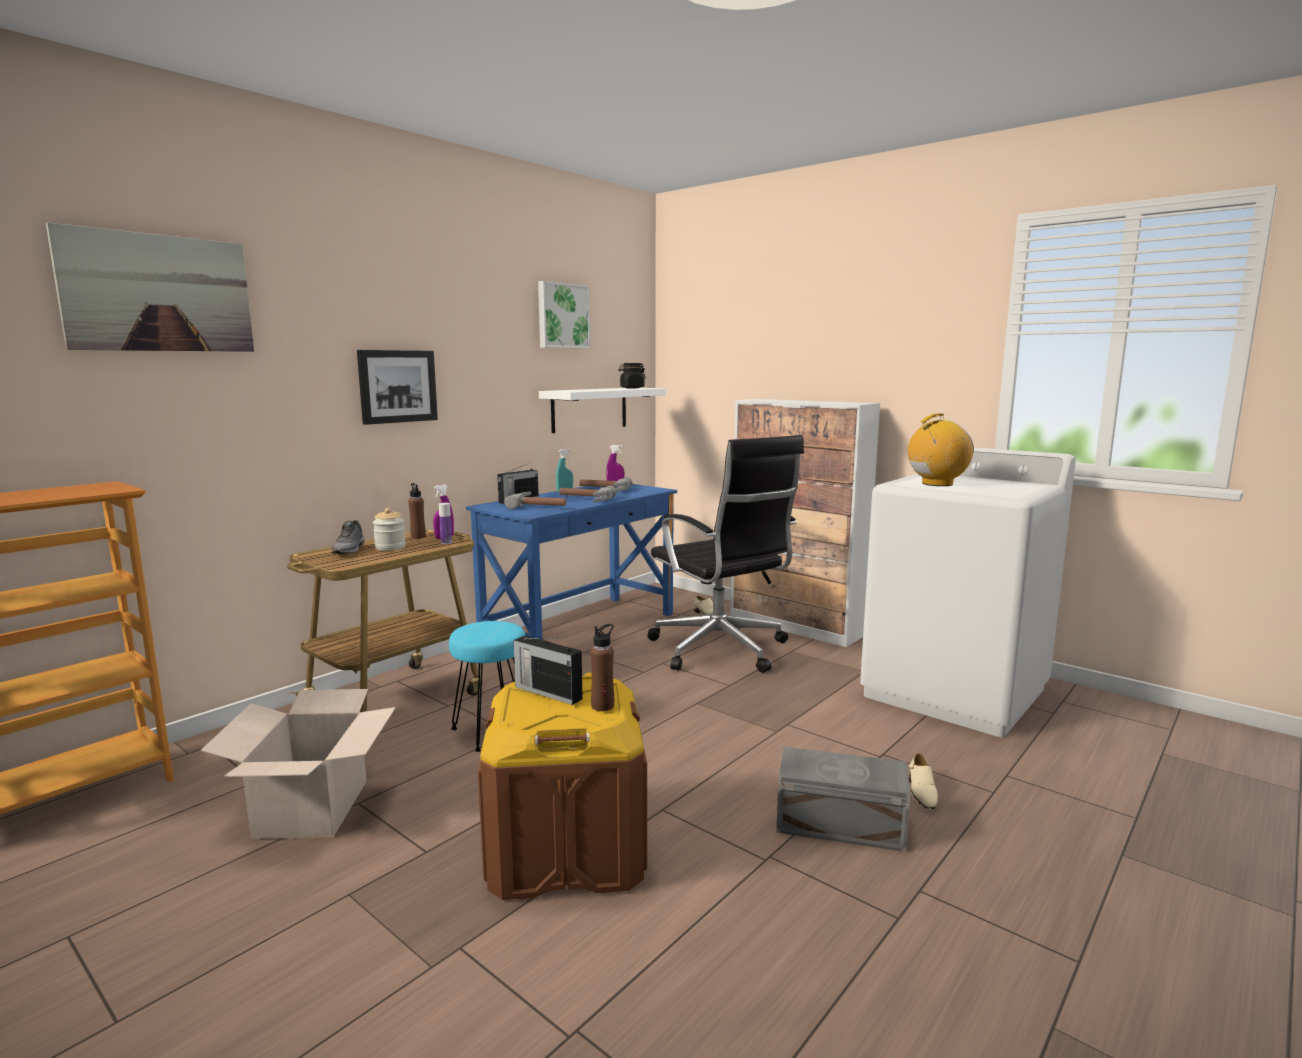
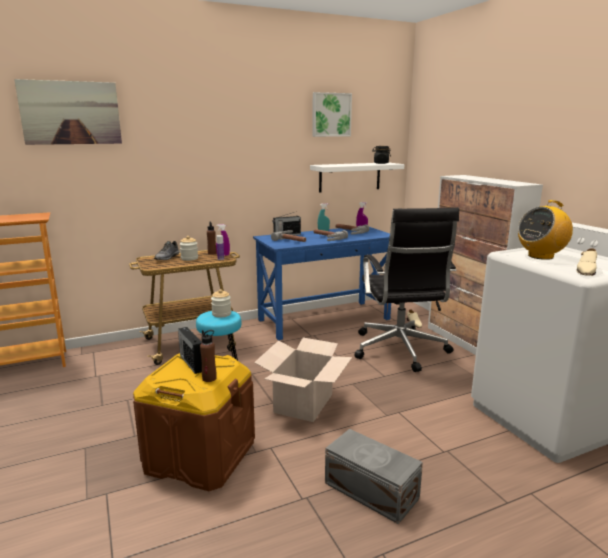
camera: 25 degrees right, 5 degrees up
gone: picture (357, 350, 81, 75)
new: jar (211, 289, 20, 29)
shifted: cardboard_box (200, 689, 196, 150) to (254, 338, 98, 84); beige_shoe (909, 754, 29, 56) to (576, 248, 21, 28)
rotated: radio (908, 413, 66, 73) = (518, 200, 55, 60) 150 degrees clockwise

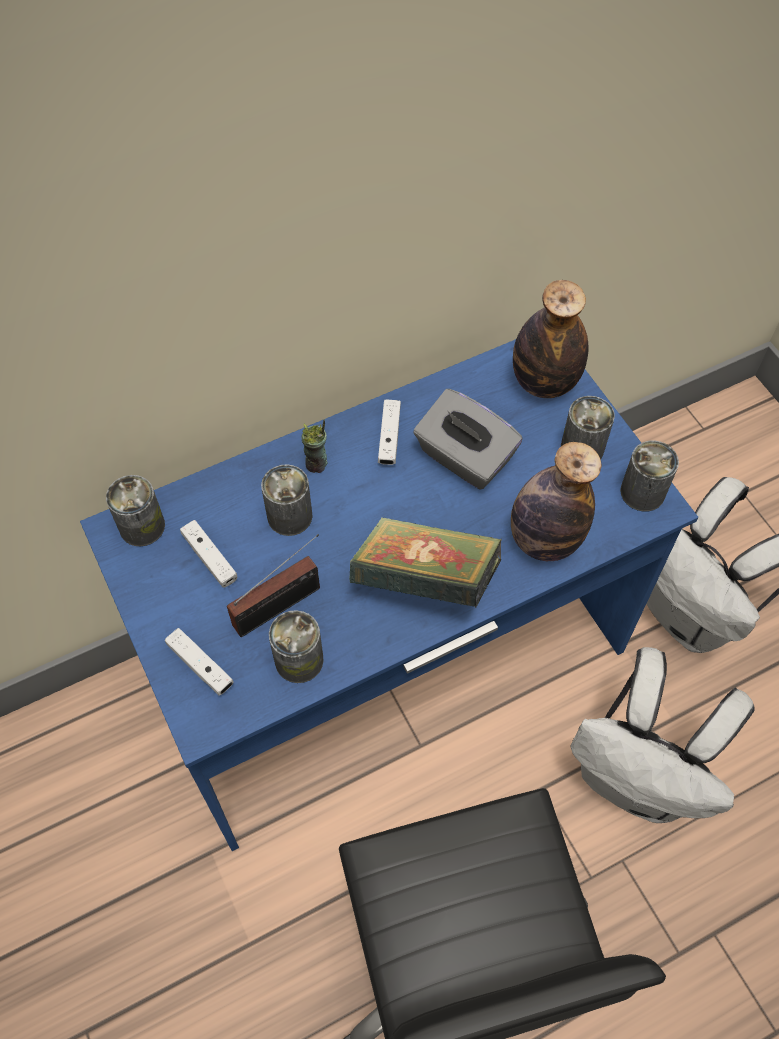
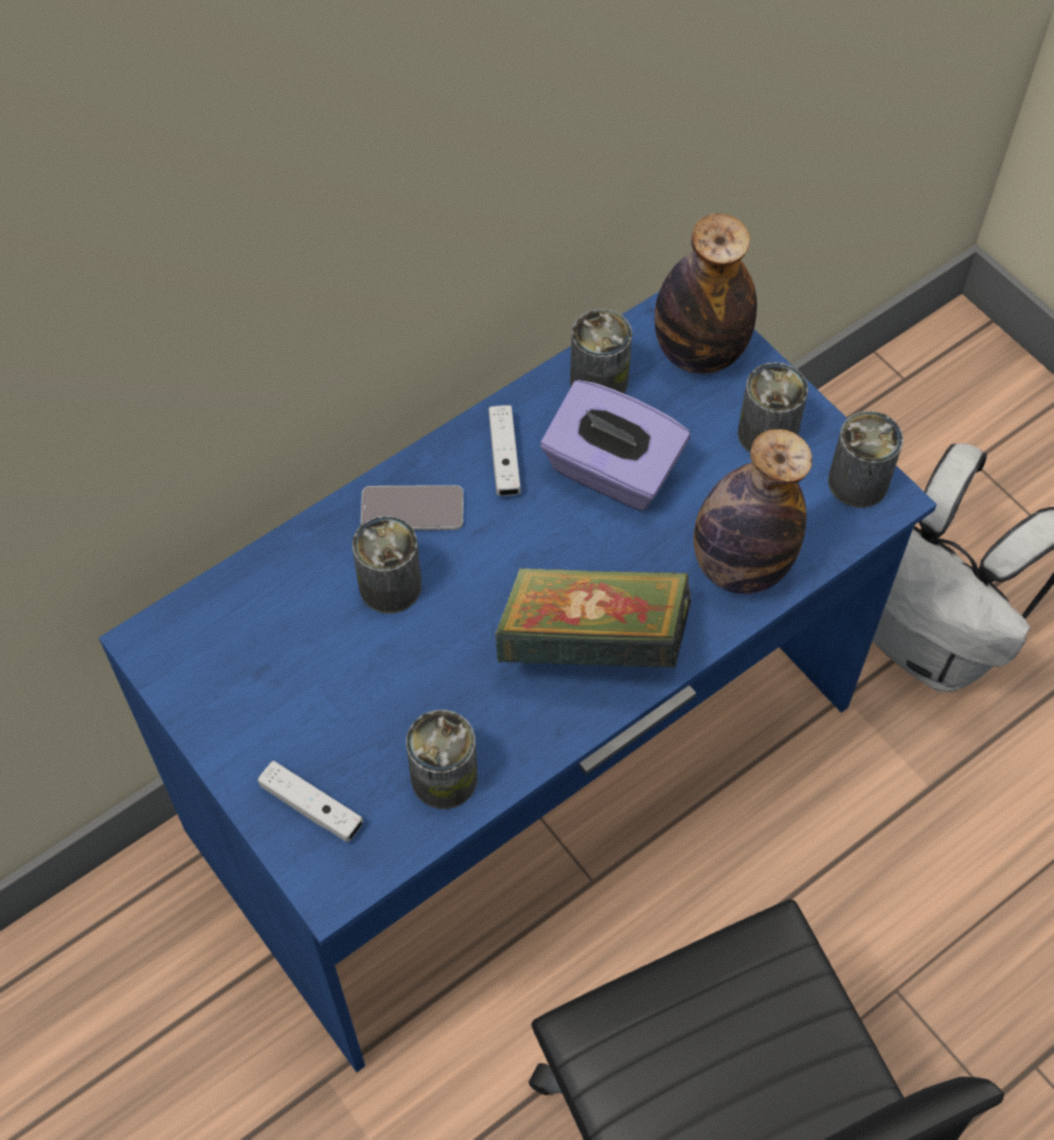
camera: 10 degrees left, 0 degrees up
gone: white_game_controller (180, 520, 57, 67); radio (227, 534, 93, 103); white_backpack (570, 647, 185, 176)
shifted: can (106, 475, 59, 71) to (570, 309, 62, 84)
swapped: cup (301, 419, 27, 54) to phone (361, 485, 103, 45)
repainted: grey_tissue_box (413, 389, 110, 101) to purple_tissue_box (541, 380, 149, 131)

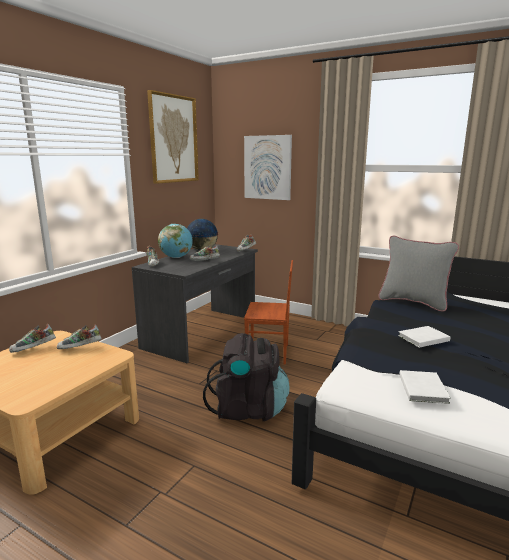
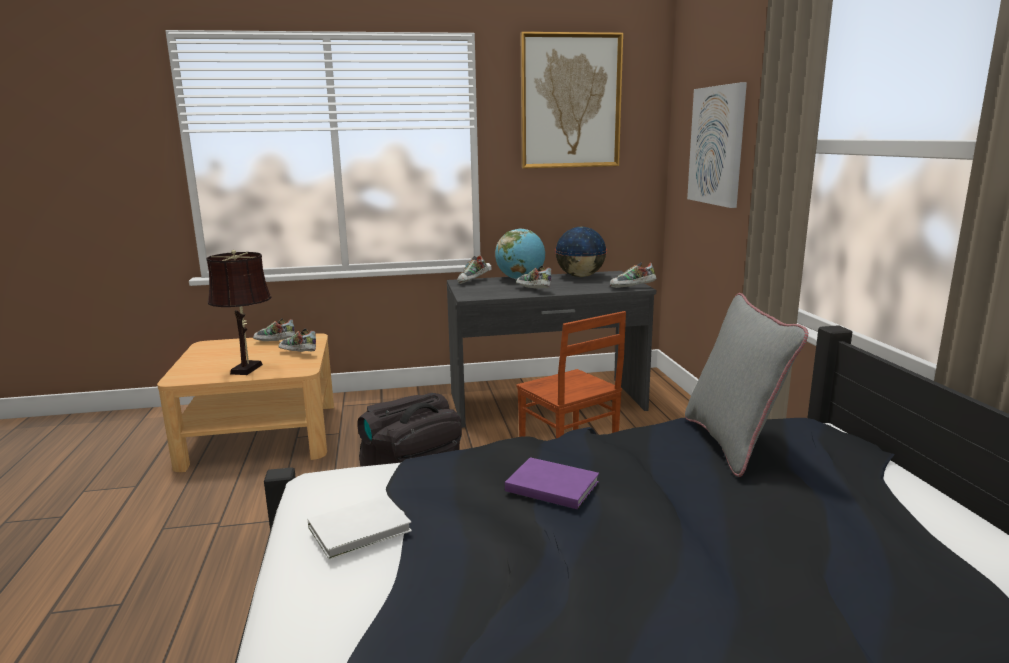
camera: 50 degrees right, 0 degrees up
new: brown_table_lamp (206, 250, 66, 125)
repainted: white_book (398, 326, 52, 22) to purple_book (505, 457, 94, 52)

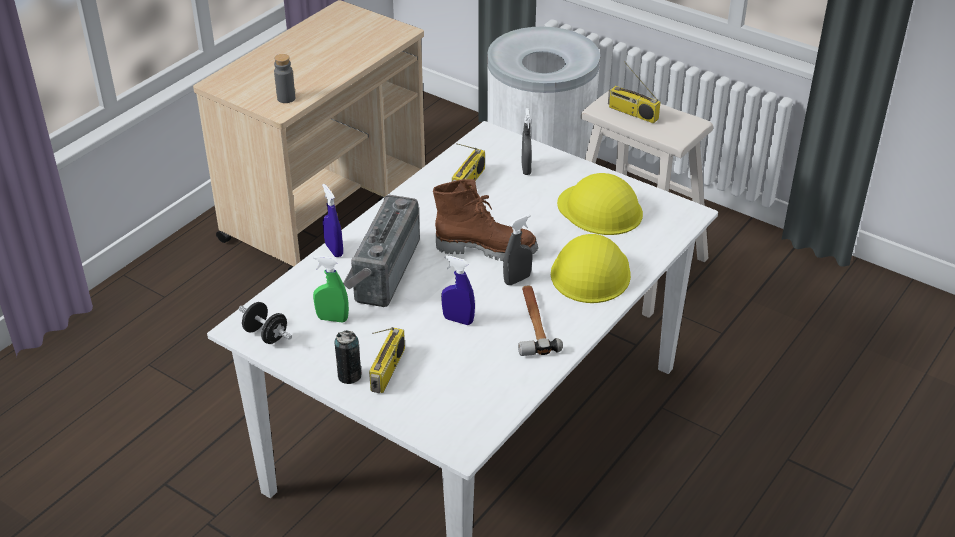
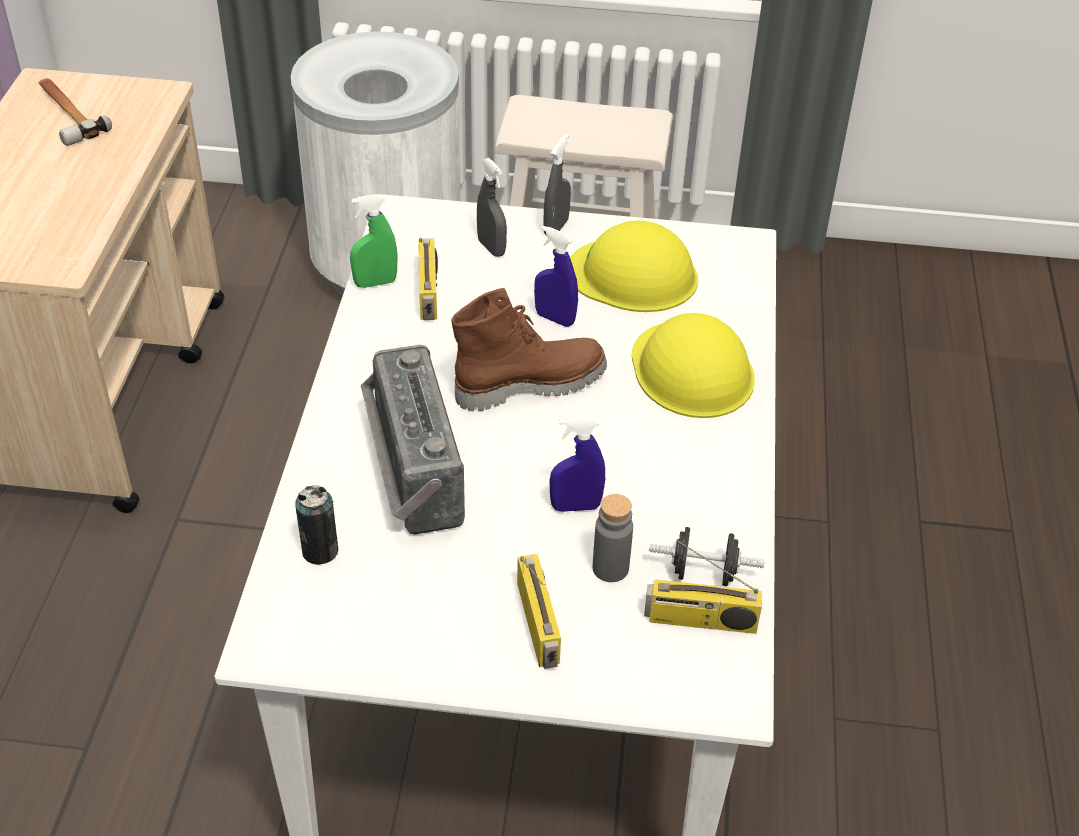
camera: 30 degrees left, 5 degrees up
shifted: black_dumbbell (239, 302, 53, 42) to (649, 527, 115, 59); grey_bottle (274, 54, 21, 49) to (593, 494, 40, 88); green_spray_bottle (313, 255, 36, 68) to (350, 194, 48, 94); blue_spray_bottle (322, 184, 21, 73) to (534, 226, 44, 101); can (334, 330, 27, 54) to (295, 485, 43, 80); grey_spray_bottle (503, 214, 29, 71) to (543, 134, 28, 102); hammer (518, 285, 45, 71) to (39, 78, 73, 68); radio (608, 61, 52, 62) to (644, 540, 118, 94)

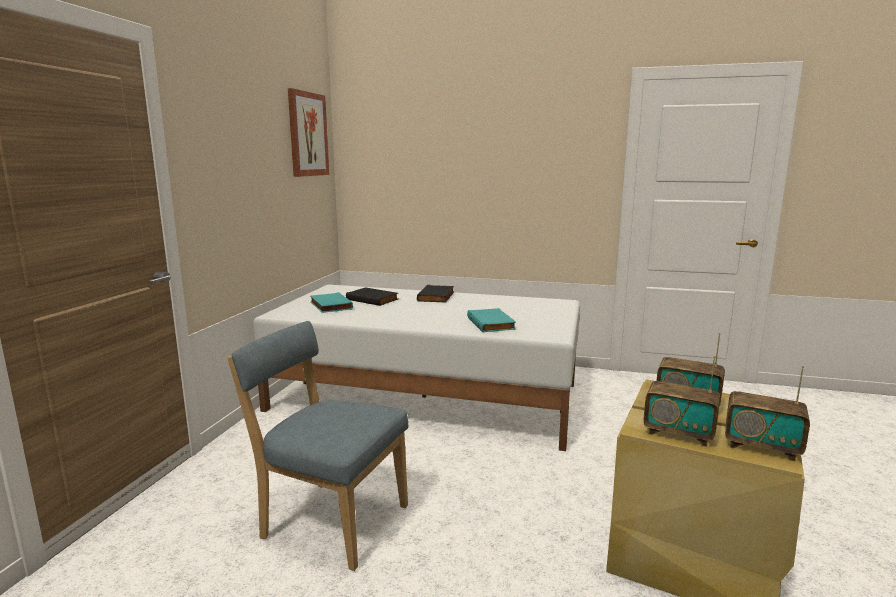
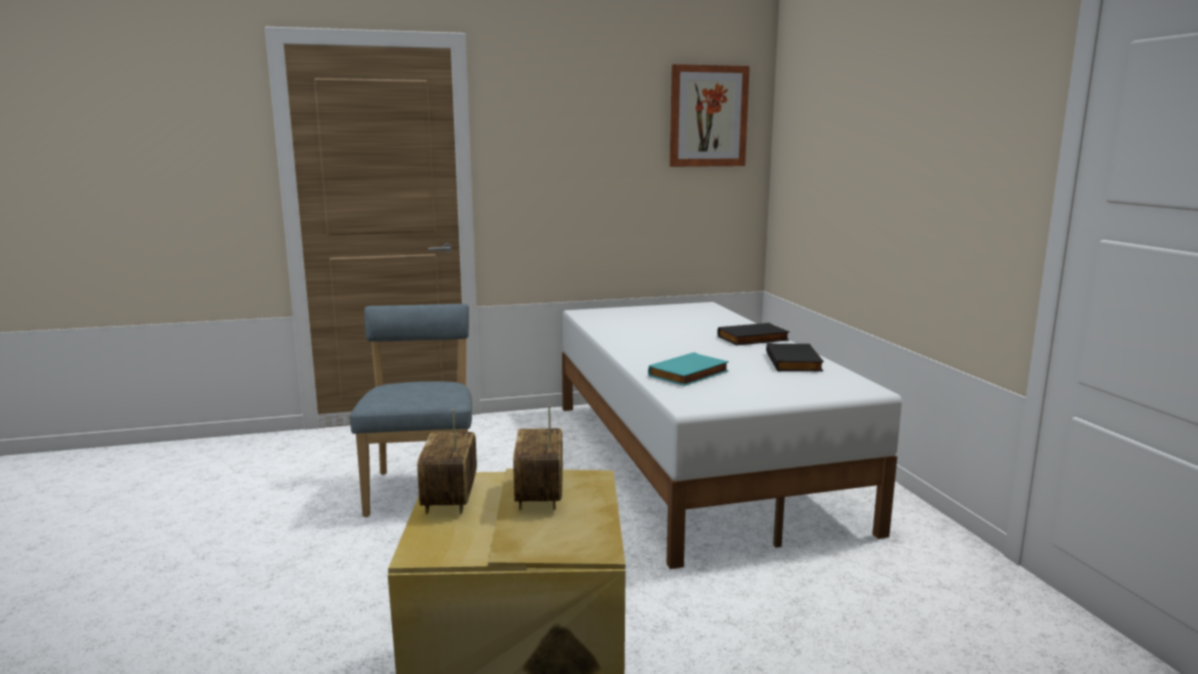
camera: 60 degrees right, 0 degrees up
gone: turquoise_book (311, 292, 42, 21); radio (725, 365, 85, 96)
shifted: black_book (346, 287, 52, 19) to (766, 343, 58, 28)

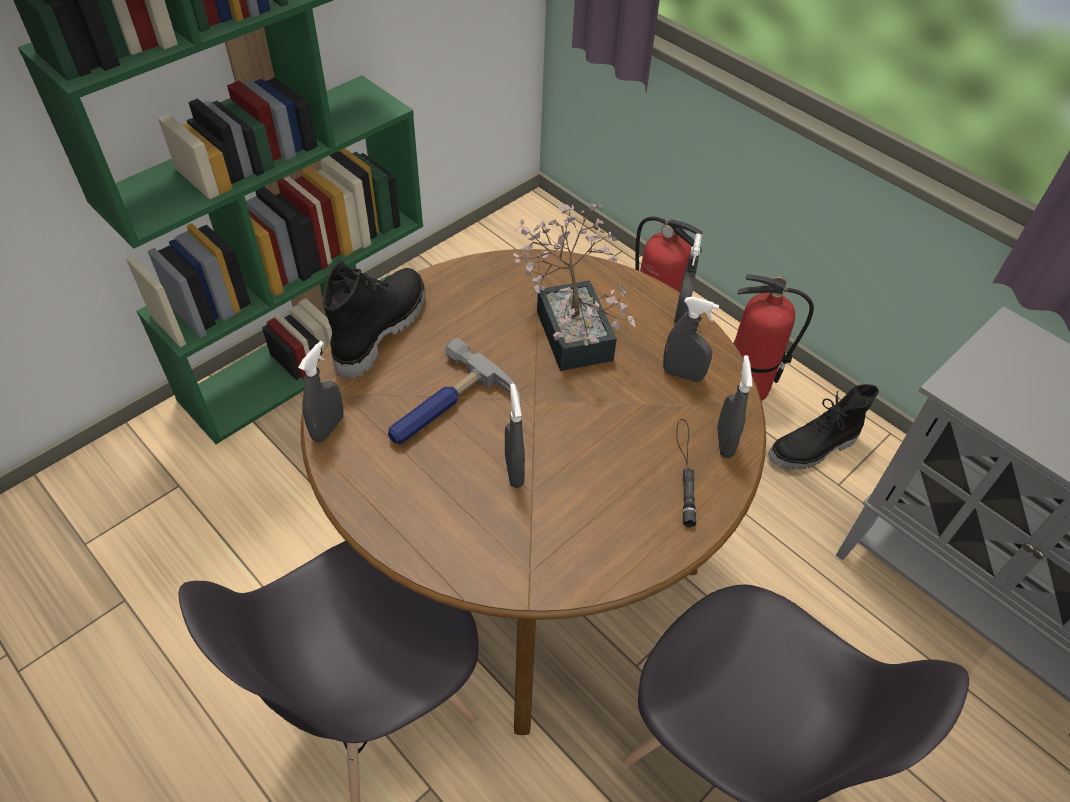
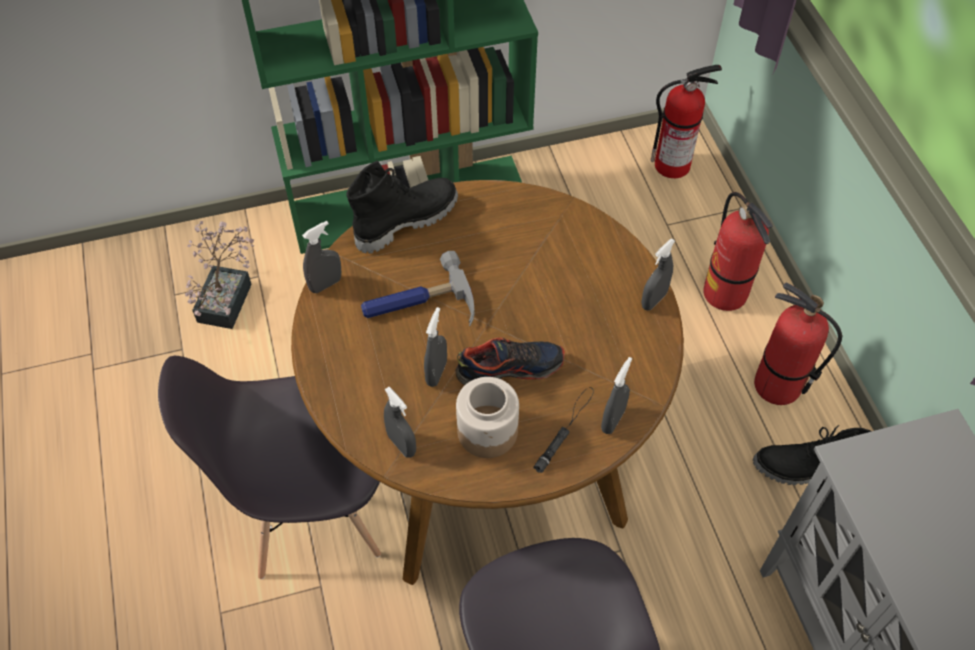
camera: 30 degrees right, 5 degrees up
new: shoe (456, 337, 109, 48); jar (456, 377, 63, 81); fire_extinguisher (651, 65, 71, 113)
shifted: potted_plant (513, 203, 123, 168) to (185, 221, 69, 108); grey_spray_bottle (663, 297, 56, 85) to (384, 387, 32, 71)

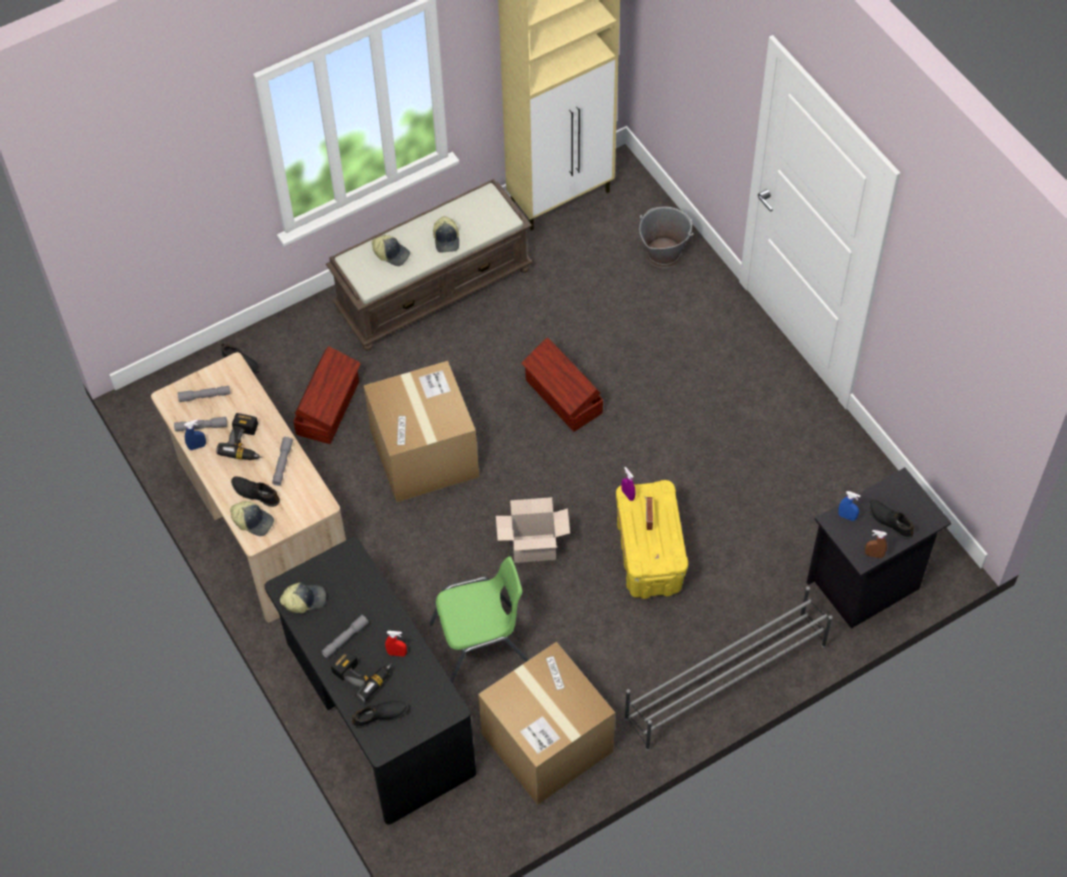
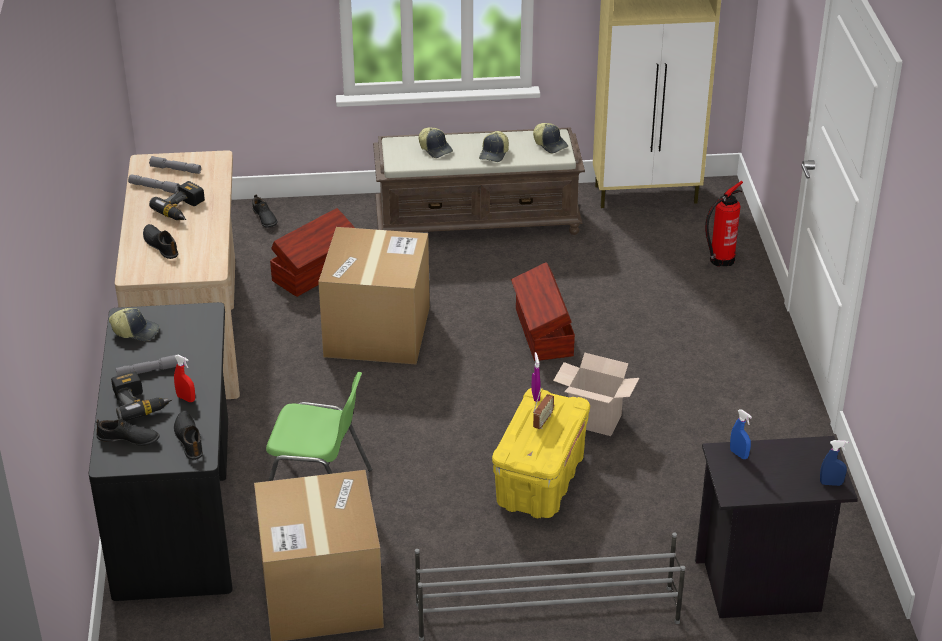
camera: 25 degrees right, 20 degrees down
gone: grey_flashlight (272, 437, 21, 49); brown_spray_bottle (865, 530, 22, 28)
shifted: blue_spray_bottle (184, 420, 22, 30) to (820, 440, 28, 46); cap (230, 501, 44, 35) to (533, 123, 35, 30); cardboard_box (496, 497, 74, 66) to (553, 353, 86, 83); black_shoe (869, 499, 45, 40) to (174, 411, 29, 49)
swapped: grey_bucket (639, 207, 54, 61) to fire_extinguisher (705, 181, 38, 86)

